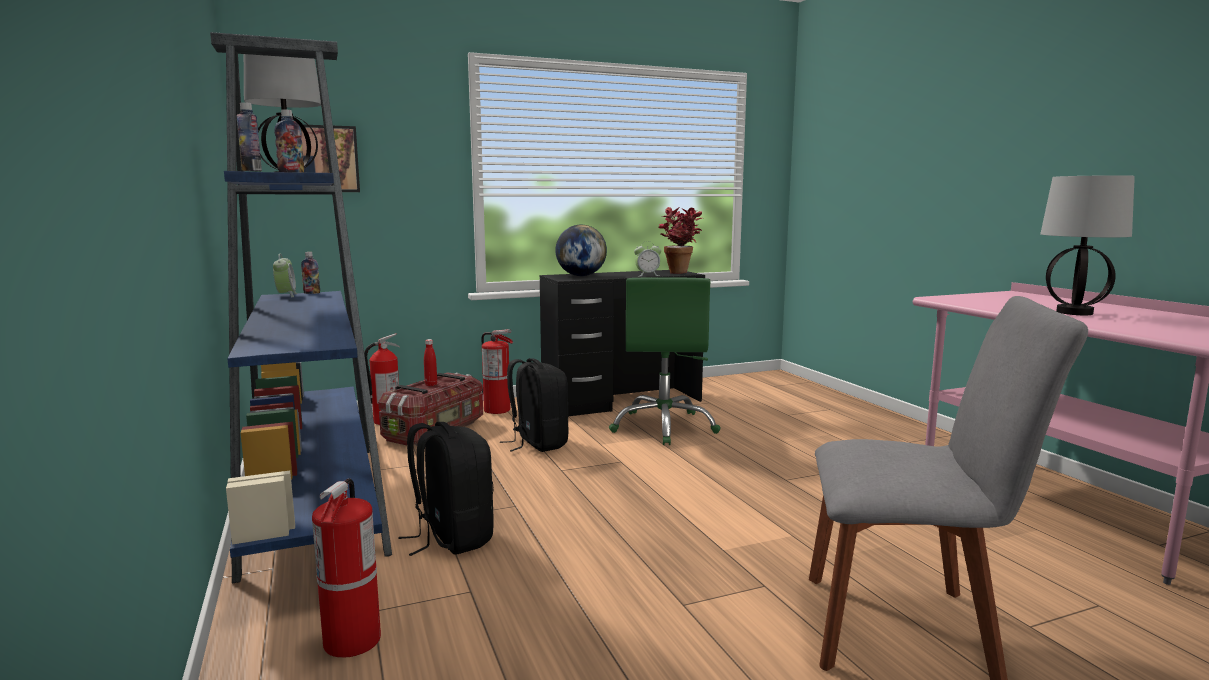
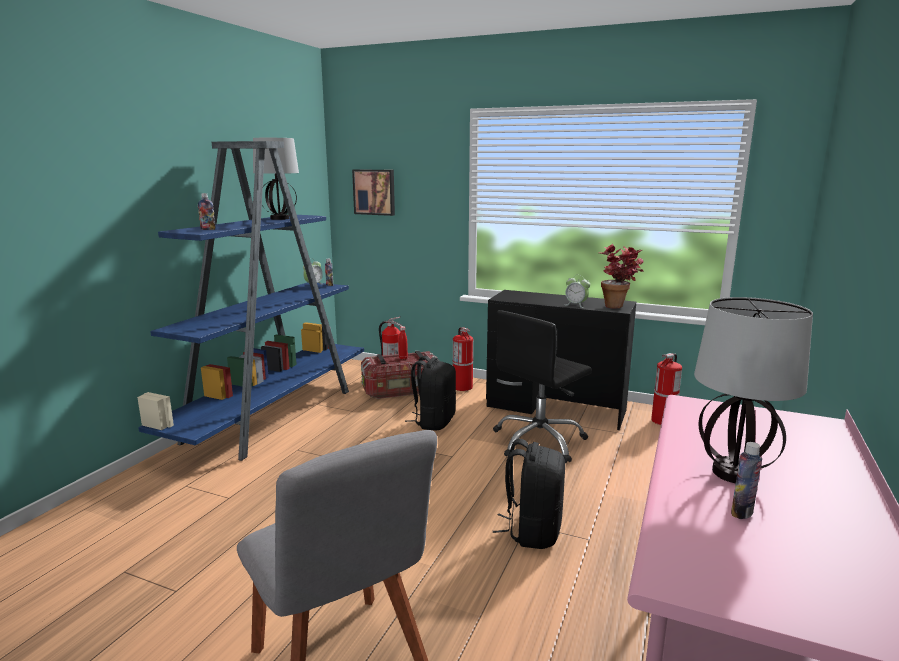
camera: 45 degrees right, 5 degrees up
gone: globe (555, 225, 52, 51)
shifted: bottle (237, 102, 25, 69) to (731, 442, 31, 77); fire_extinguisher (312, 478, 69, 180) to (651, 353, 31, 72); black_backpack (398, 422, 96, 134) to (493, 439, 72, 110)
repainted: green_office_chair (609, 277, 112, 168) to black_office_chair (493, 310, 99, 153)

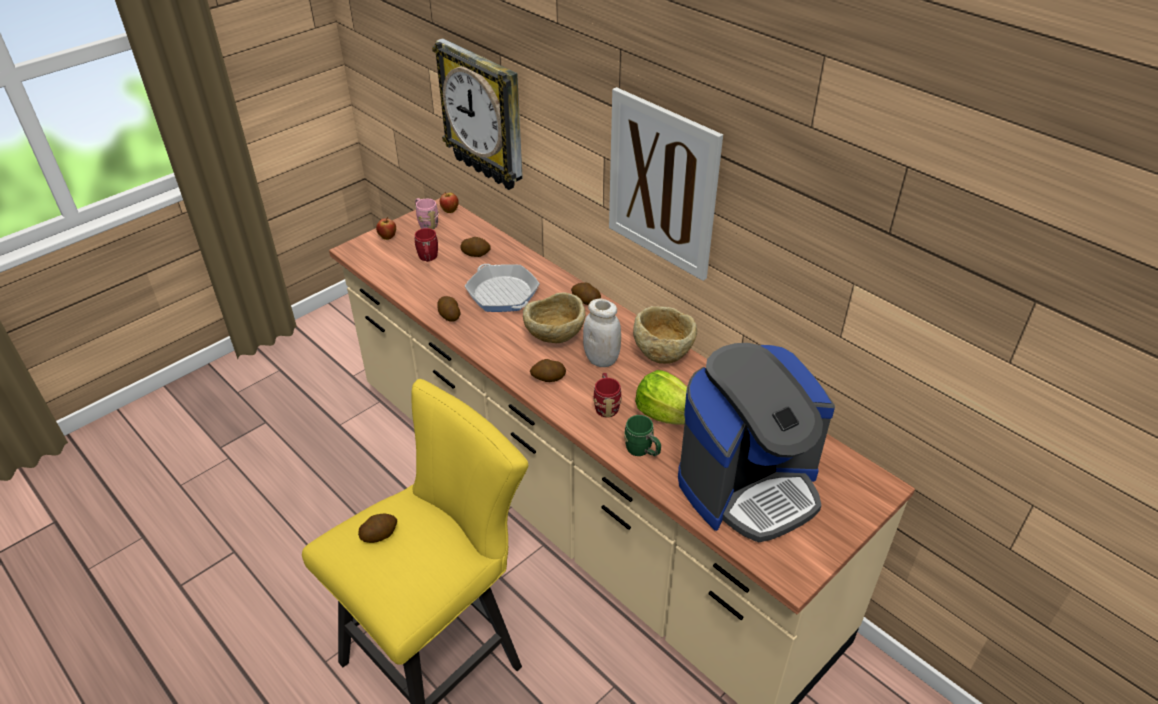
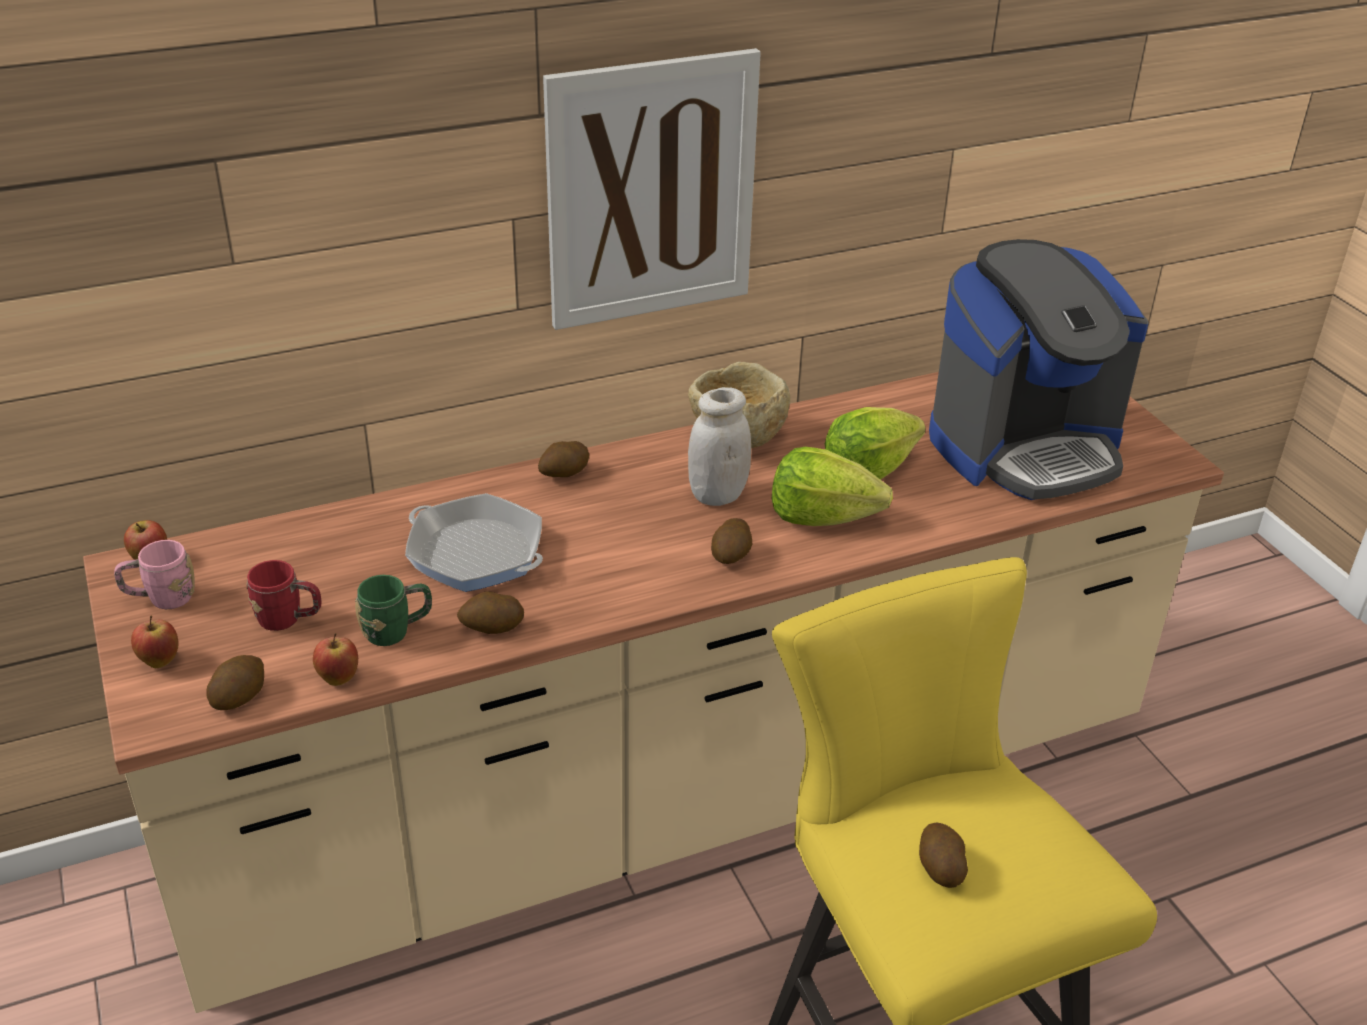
camera: 70 degrees left, 5 degrees down
gone: wall_clock (432, 38, 91, 152); beige_bowl (523, 292, 62, 51)
new: apple (313, 633, 45, 53)
shifted: potato (460, 237, 31, 20) to (206, 655, 58, 55); green_mug (624, 415, 37, 41) to (355, 575, 77, 71)
swapped: red_mug (593, 373, 29, 45) to lettuce (771, 447, 122, 79)
rotated: frying_pan (465, 264, 75, 48) = (405, 493, 138, 99) 45 degrees clockwise; coffee_machine (678, 343, 157, 200) = (929, 239, 220, 261) 75 degrees clockwise

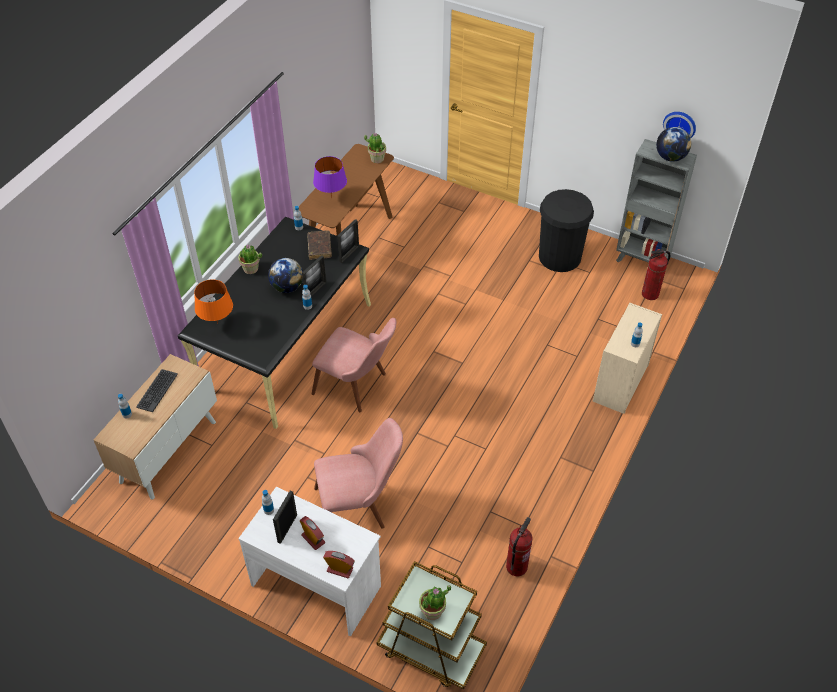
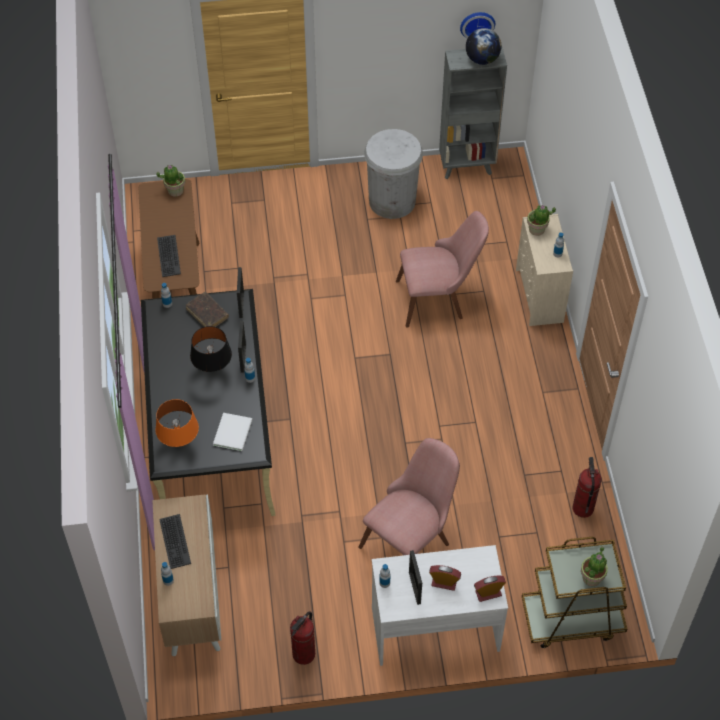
camera: 35 degrees left, 5 degrees up
new: white_book (213, 413, 39, 38)
shifted: potted_plant (238, 244, 24, 30) to (527, 205, 29, 31); pink_chair (312, 318, 85, 94) to (396, 211, 93, 116); fire_extinguisher (642, 249, 29, 51) to (290, 611, 25, 54)
swapped: globe (268, 258, 35, 35) to black_table_lamp (190, 326, 42, 46); purple_table_lamp (313, 156, 34, 43) to keyboard (157, 235, 24, 42)
repainted: black_trash_can (539, 189, 55, 83) to white_trash_can (364, 129, 59, 90)

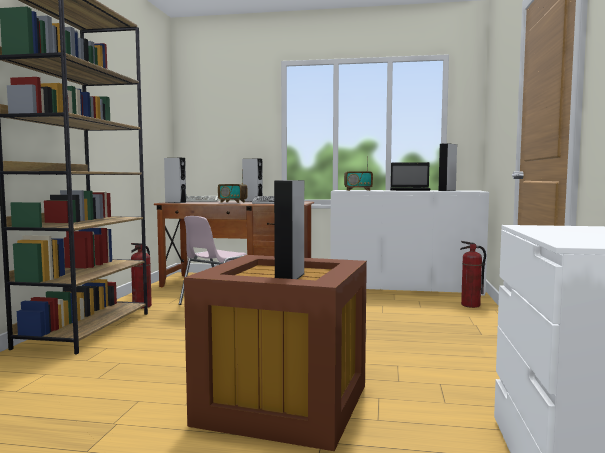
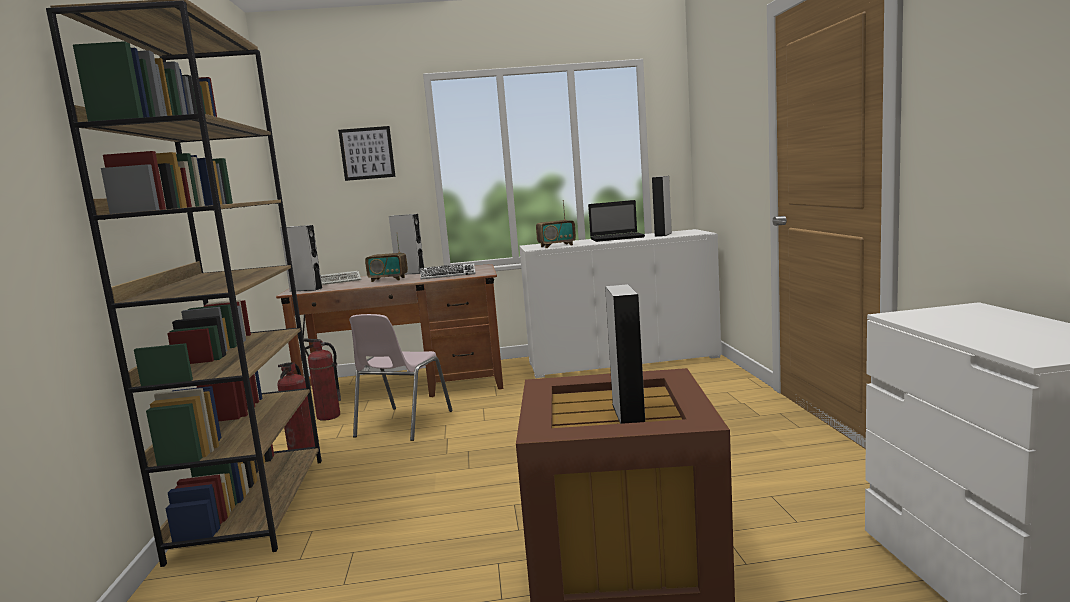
camera: 15 degrees left, 5 degrees up
new: picture (338, 126, 58, 55)
shifted: fire_extinguisher (460, 241, 26, 67) to (303, 338, 38, 83)

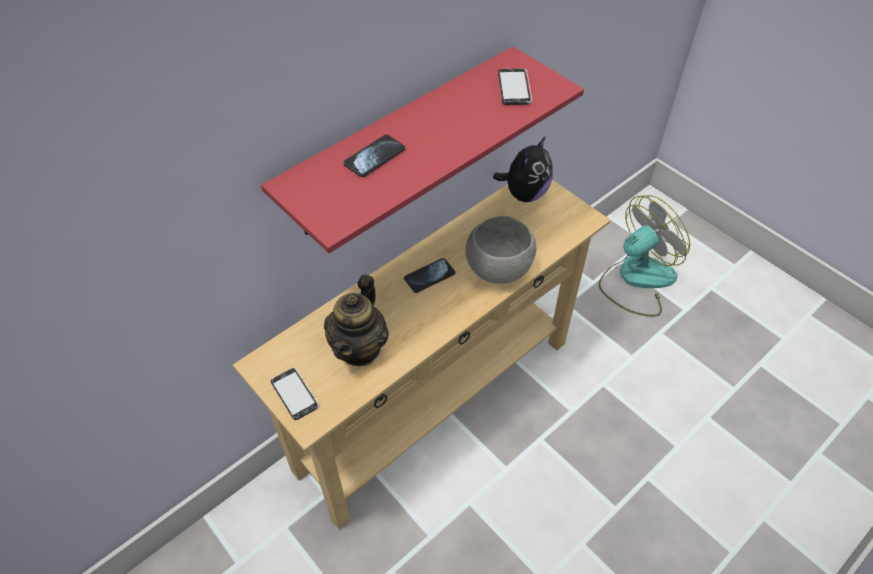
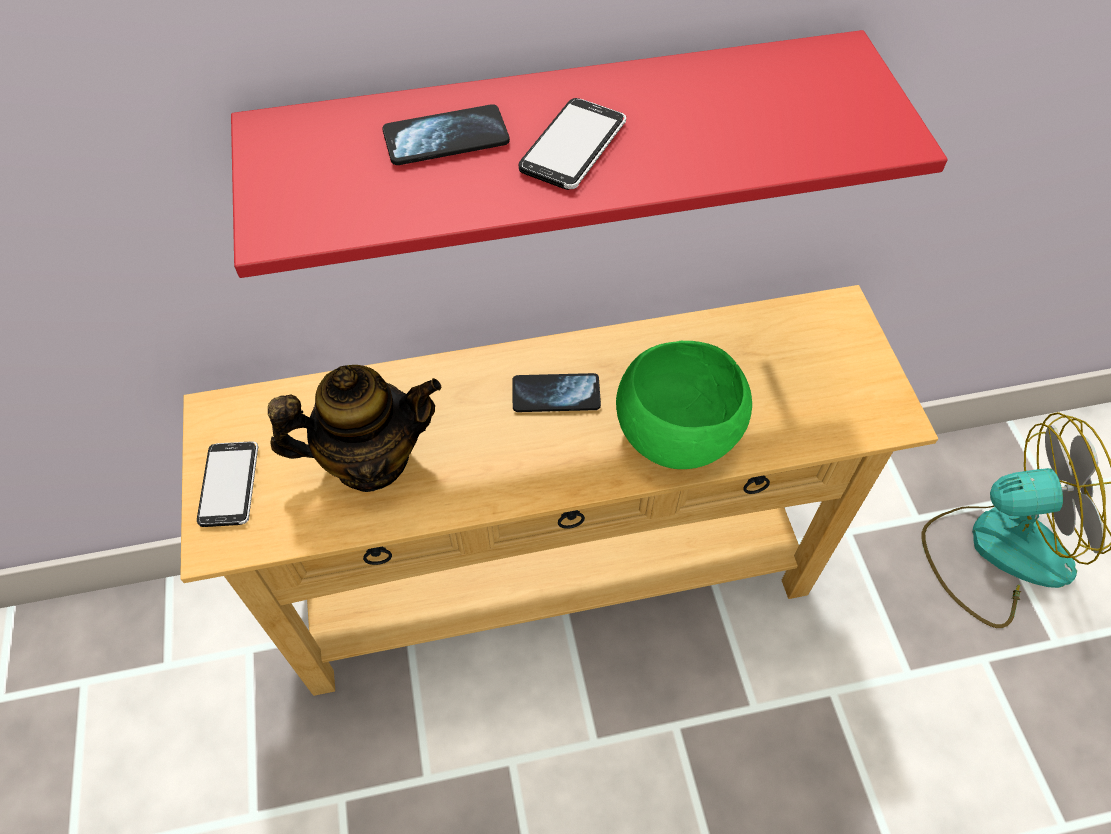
camera: 30 degrees right, 5 degrees up
gone: plush_toy (493, 136, 60, 66)
shifted: phone (498, 68, 34, 37) to (519, 98, 107, 92)
repainted: grey_bowl (466, 216, 70, 68) to green_bowl (616, 341, 136, 128)
rotated: teapot (324, 274, 65, 92) = (268, 365, 174, 127) 150 degrees counterclockwise

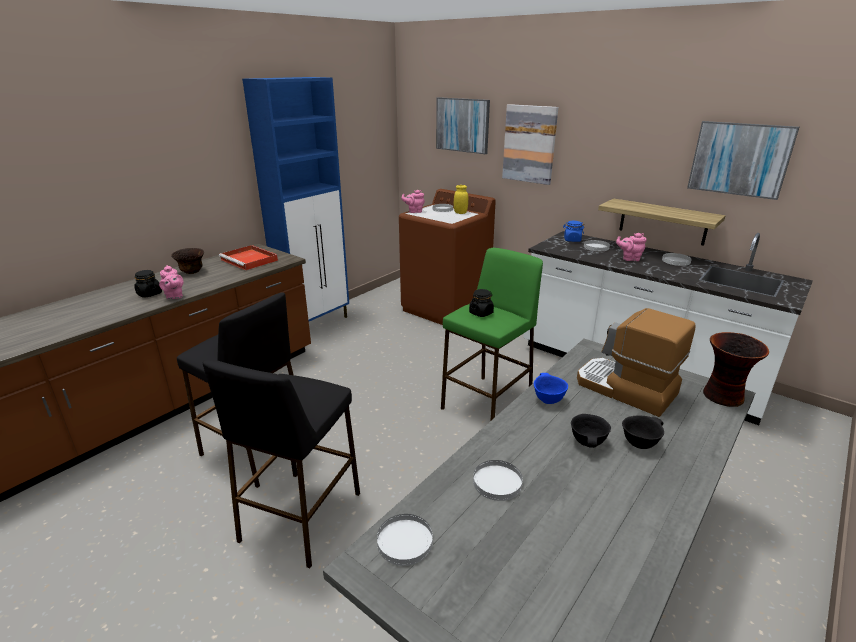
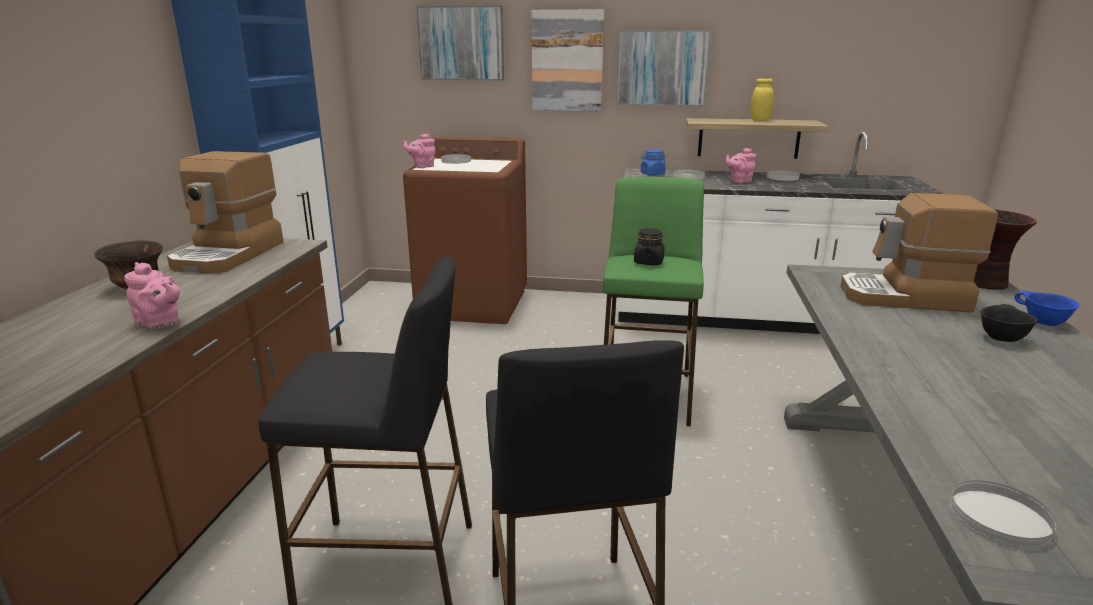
camera: 30 degrees left, 5 degrees down
gone: black_jar (134, 270, 28, 28); white_plate (473, 460, 50, 41); black_bowl (571, 414, 40, 34)
shifted: yellow_jar (454, 185, 14, 29) to (750, 78, 24, 43); blue_bowl (534, 373, 34, 31) to (1015, 291, 64, 35); picture (687, 121, 112, 79) to (616, 30, 95, 77)
swapped: red_tray (219, 245, 59, 25) to coffee_machine (167, 151, 117, 123)

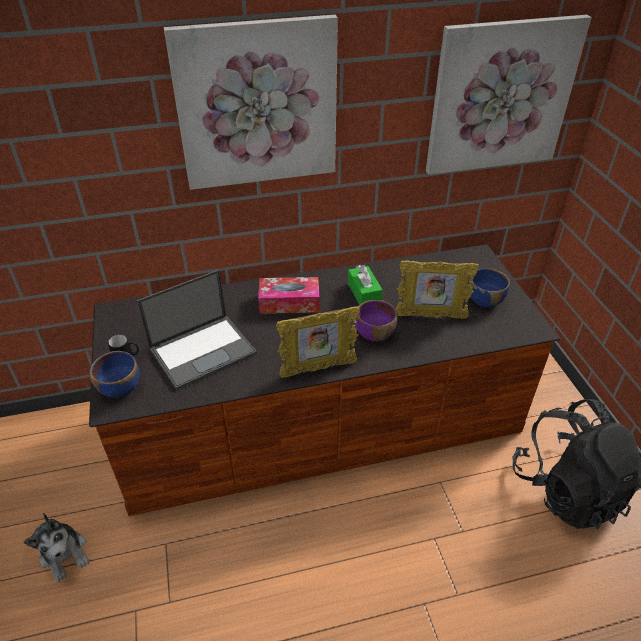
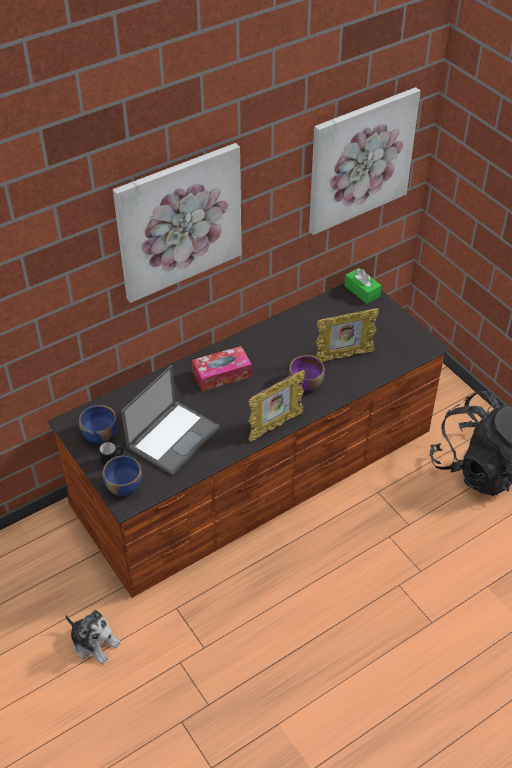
camera: 20 degrees left, 5 degrees up
shifted: green_tissue_box (348, 265, 35, 40) to (344, 268, 38, 36); blue_bowl (468, 268, 42, 39) to (79, 405, 38, 38)

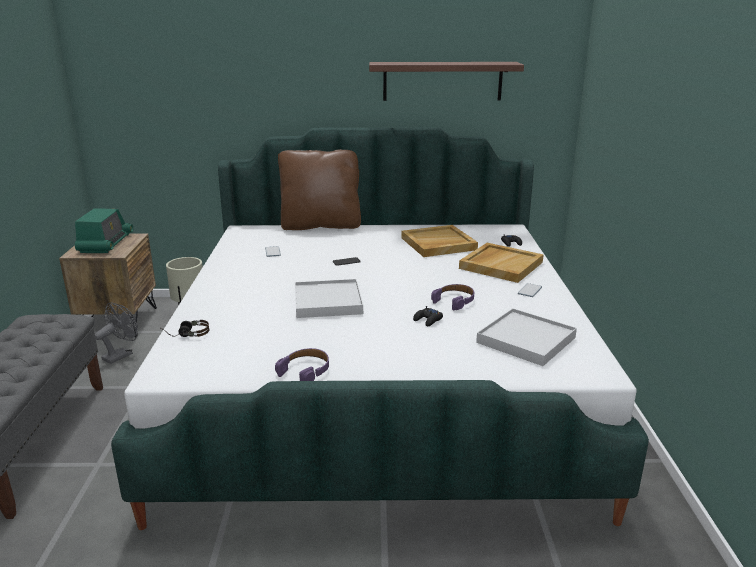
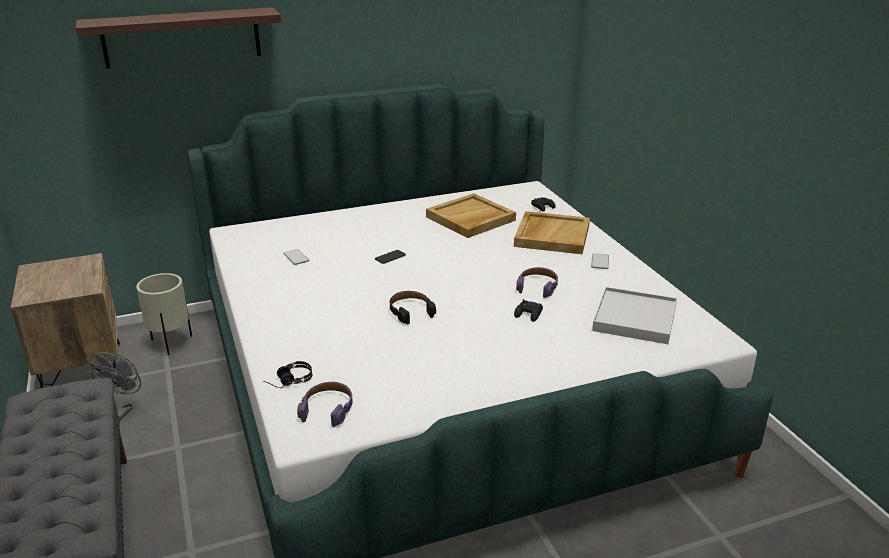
camera: 20 degrees left, 5 degrees up
gone: radio (75, 208, 58, 45); brown_pillow (278, 149, 83, 81)
shifted: purple_headphones (275, 348, 54, 33) to (297, 382, 56, 45); shelf (369, 62, 155, 39) to (76, 7, 205, 61)
swapped: white_tray (295, 279, 68, 39) to black_headphones (390, 291, 46, 33)

